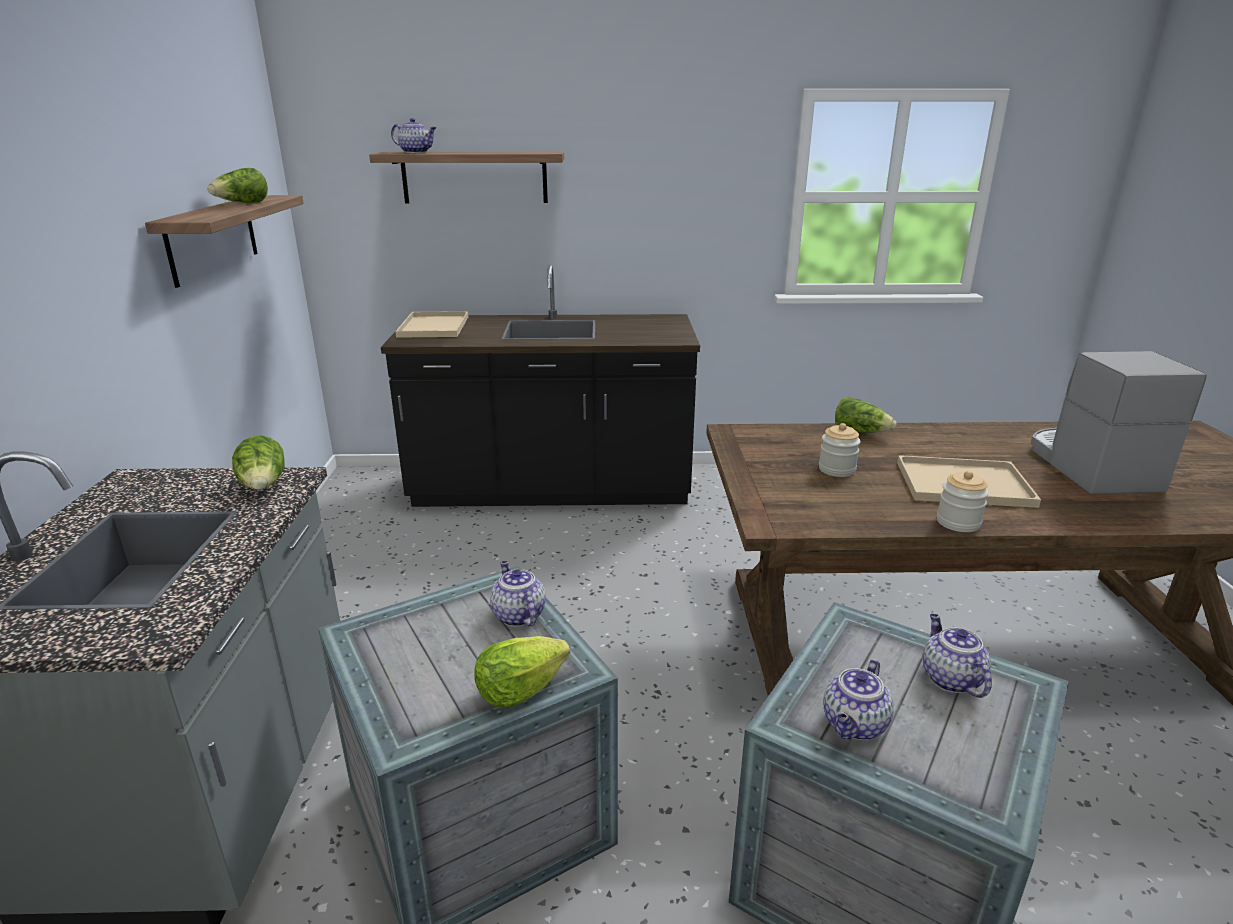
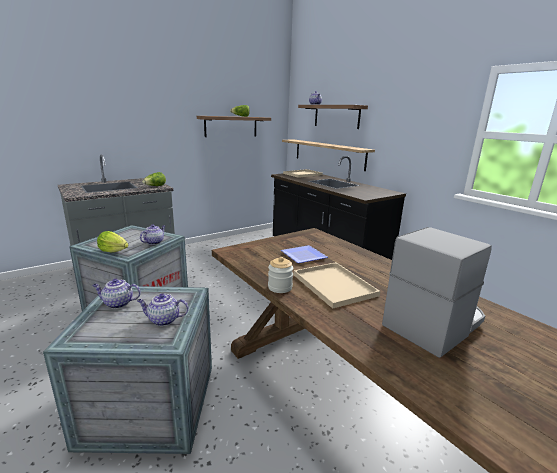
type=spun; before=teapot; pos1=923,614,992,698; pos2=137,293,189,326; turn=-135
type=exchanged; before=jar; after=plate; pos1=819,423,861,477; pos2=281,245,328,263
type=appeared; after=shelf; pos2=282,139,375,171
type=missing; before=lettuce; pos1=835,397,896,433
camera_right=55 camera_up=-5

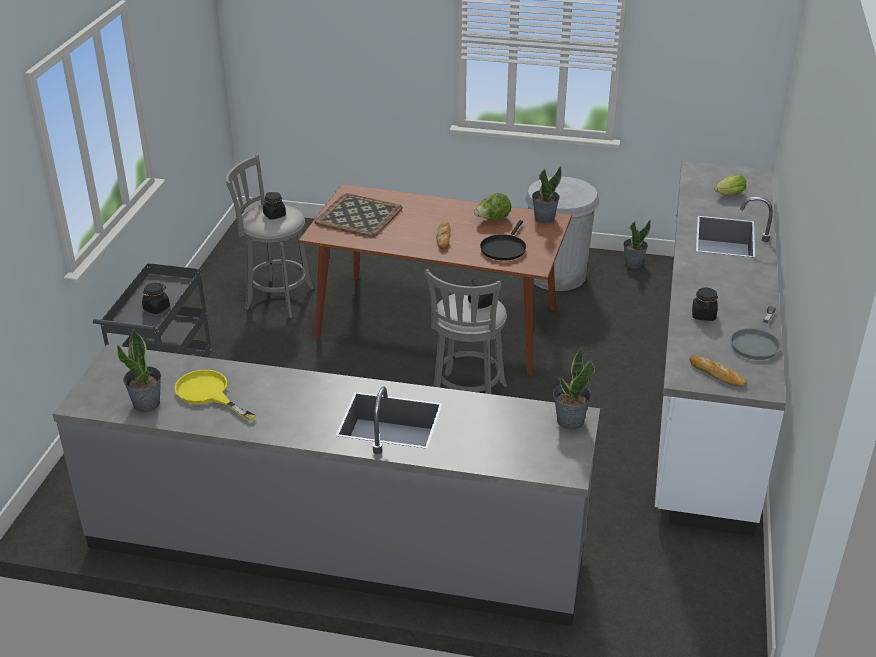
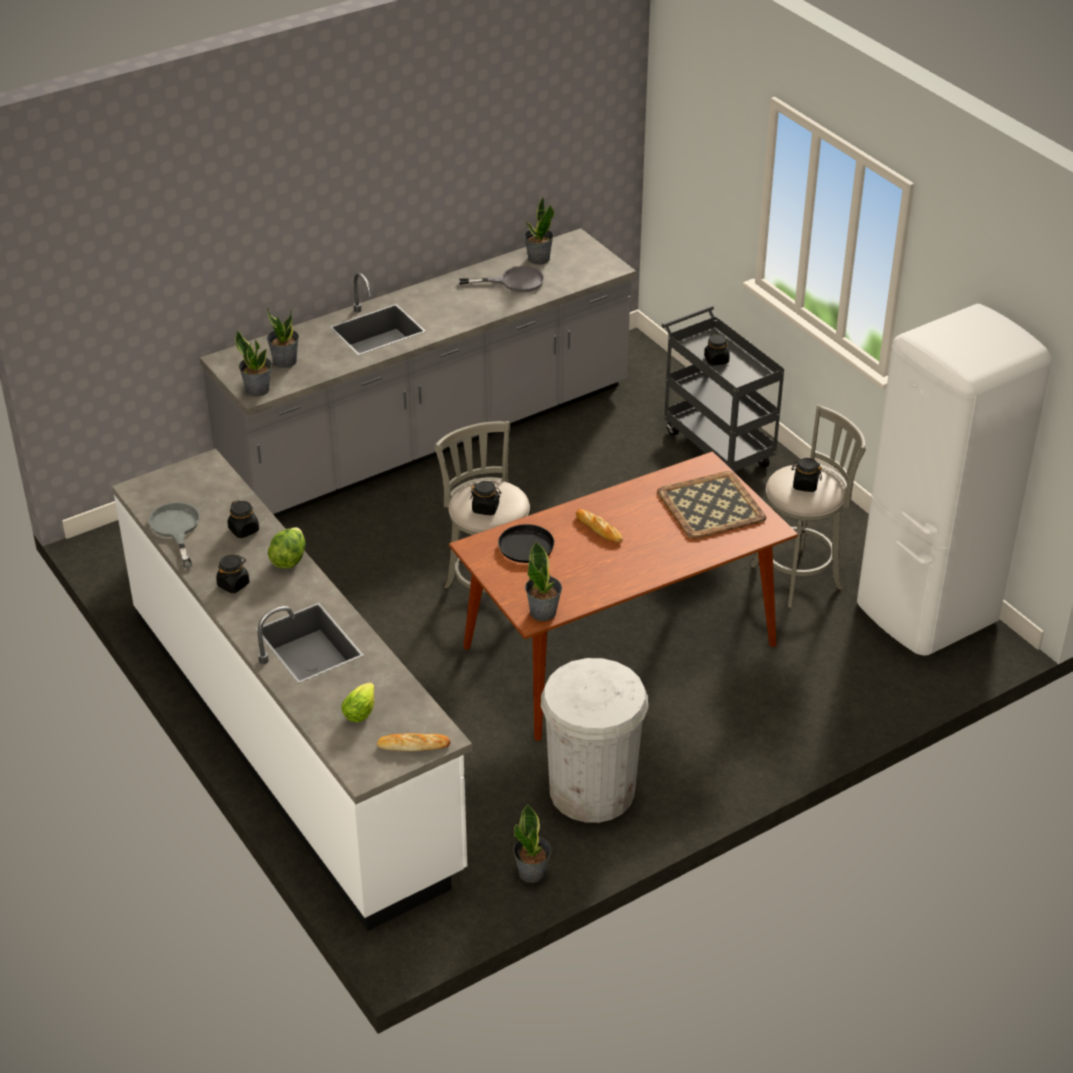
type=appeared; after=jar/black; pos2=216,555,250,593
type=appeared; after=potted plant; pos2=267,307,299,368
type=relocated; before=lettuce; pos1=474,193,511,220; pos2=268,527,306,569
type=relocated; before=bread; pos1=689,355,747,387; pos2=377,733,451,751
type=colour; before=frying pan/yellow; after=frying pan/grey; pos1=174,369,256,421; pos2=458,266,545,292
type=appeared; after=fridge/white; pos2=857,304,1051,655
camera_right=135 camera_up=5

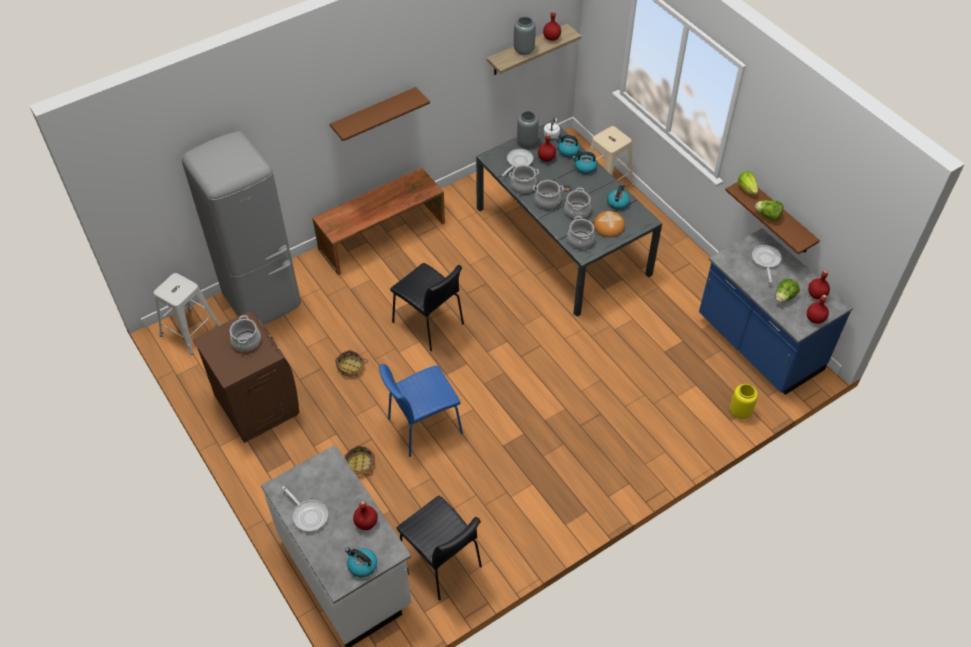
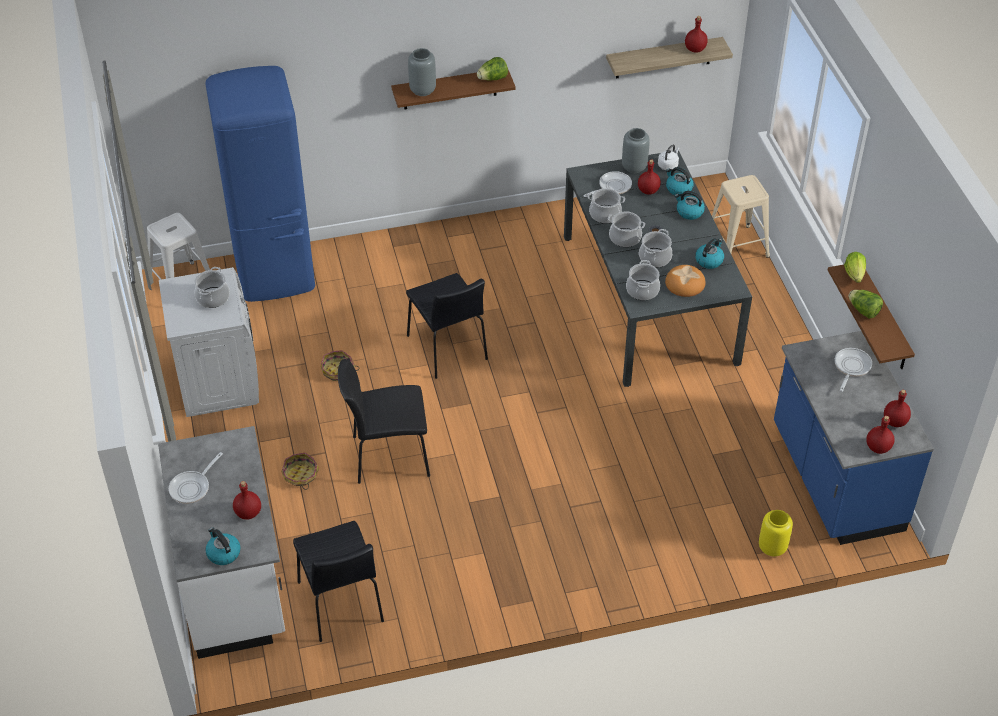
type=colour; before=washing machine/brown; after=washing machine/white; pos1=193,310,299,443; pos2=159,267,259,417
type=spun; before=frying pan; pos1=282,486,328,532; pos2=169,452,223,504; turn=60
type=colour; before=fridge/grey; after=fridge/blue; pos1=182,131,301,325; pos2=205,66,315,302
type=colour; before=chair/blue; after=chair/black; pos1=379,364,463,457; pos2=338,359,430,484
type=relocated; before=vase/grey; pos1=514,16,536,55; pos2=408,48,436,96
type=relocated; before=lettuce; pos1=775,279,800,303; pos2=477,57,508,81
type=missing; before=bench/brown; pos1=312,168,445,275
camera_right=20 camera_up=-5

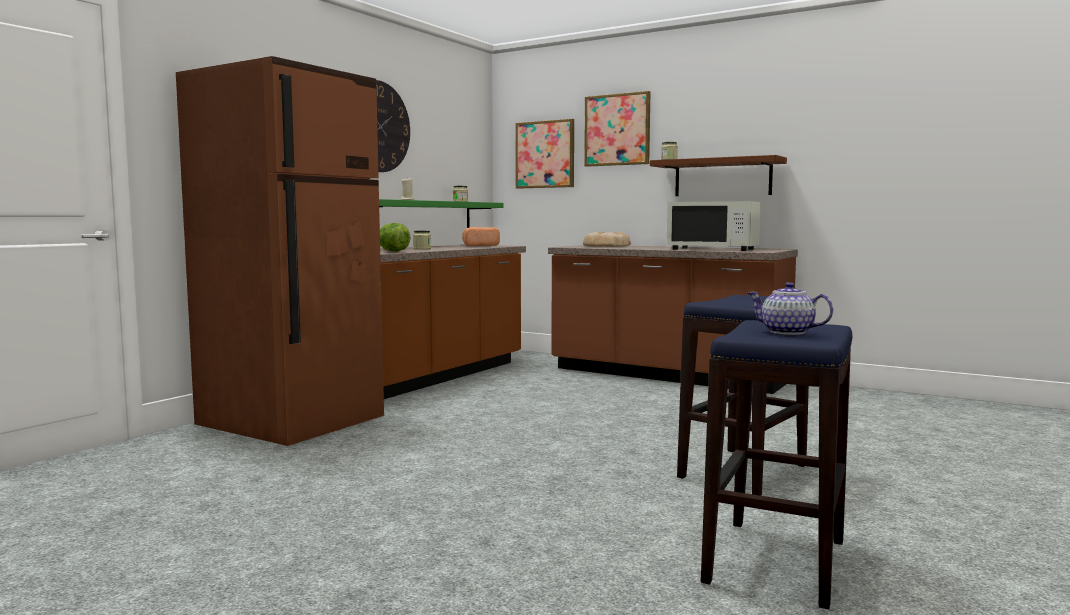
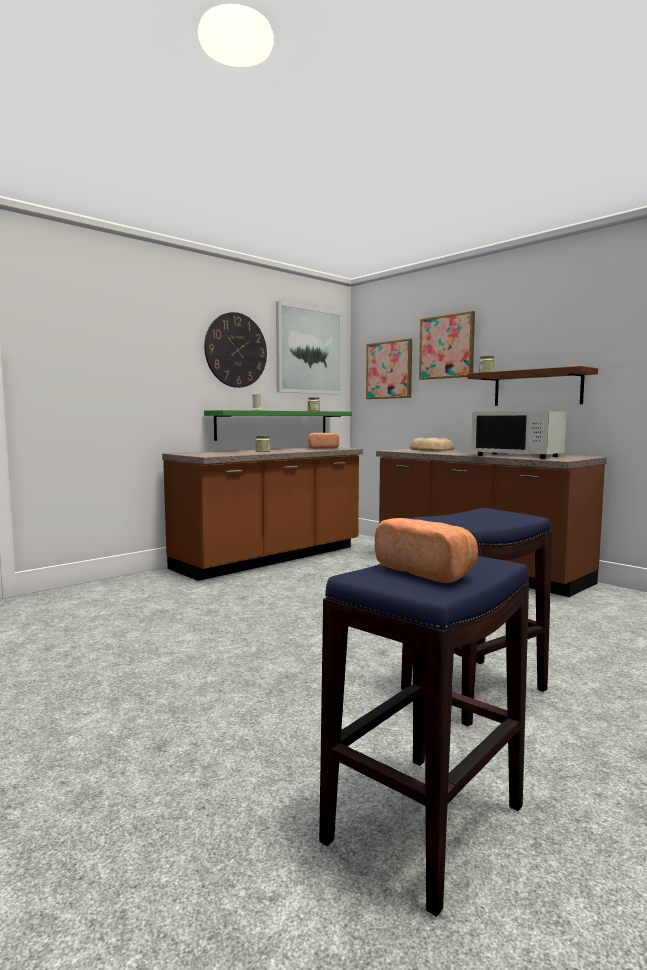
type=appeared; after=picture; pos2=276,301,342,395
type=exchanged; before=teapot; after=bread; pos1=748,282,833,335; pos2=375,518,478,583
type=missing; before=fridge/brown; pos1=176,56,384,446
type=missing; before=lettuce; pos1=380,223,410,252
camera_right=15 camera_up=0

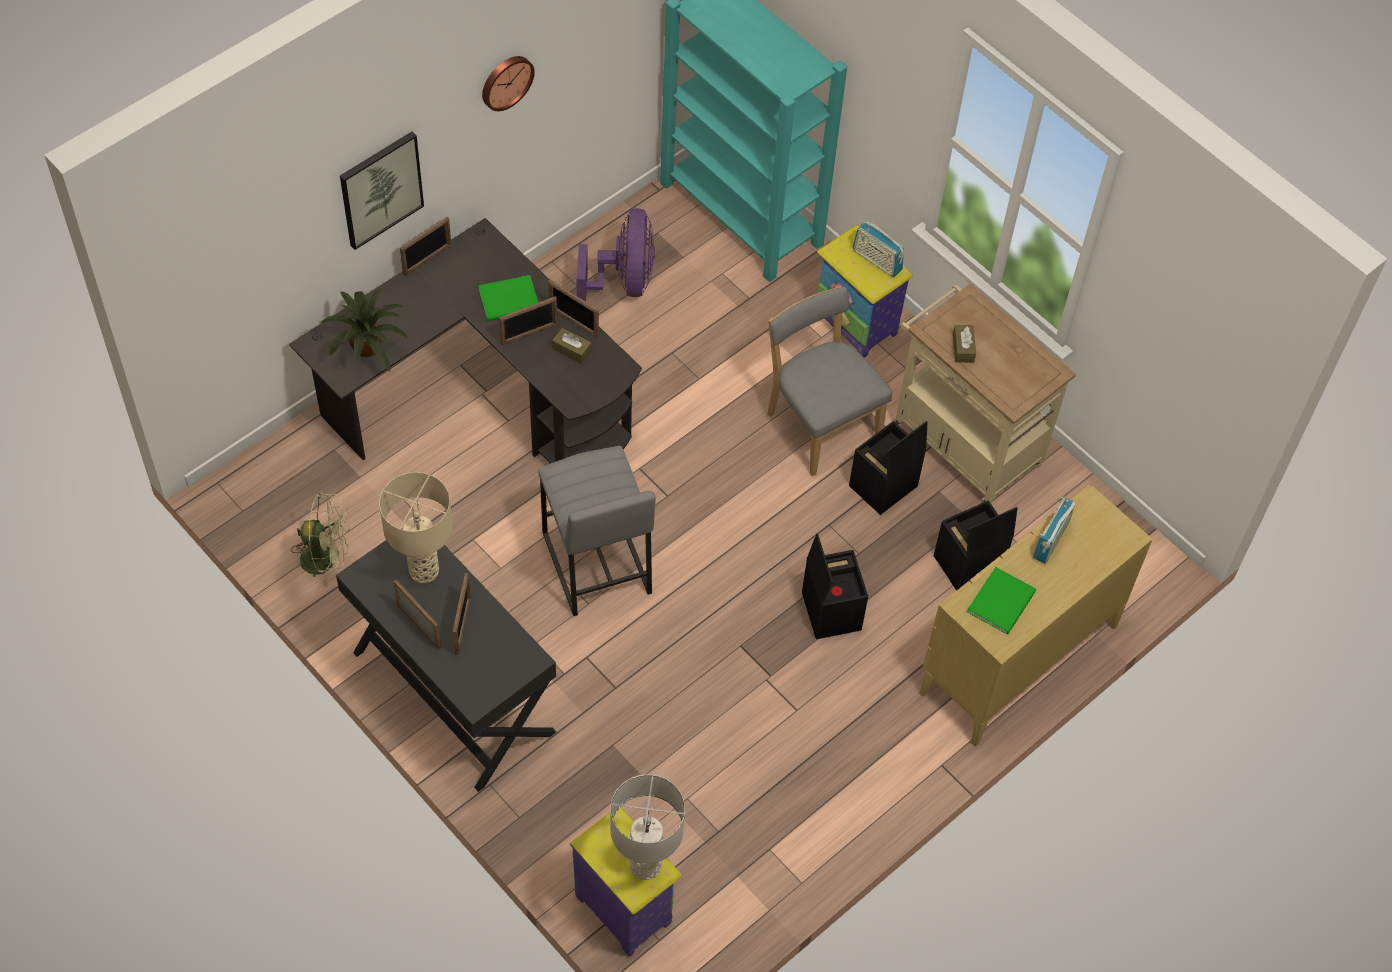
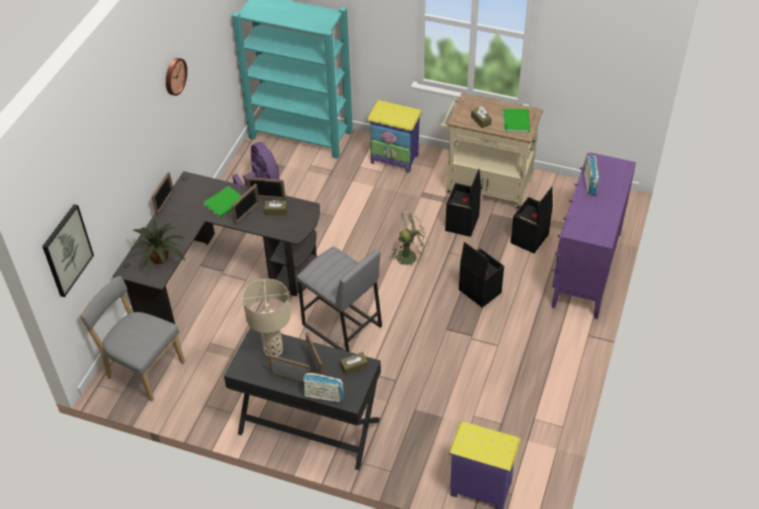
type=relocated; before=picture; pos1=340,132,424,250; pos2=42,204,94,297
type=relocated; before=chair/grey; pos1=767,286,892,476; pos2=79,276,185,401
type=relocated; before=radio; pos1=853,222,904,277; pos2=303,373,344,402
type=appeared; after=tissue box/brown; pos2=340,352,368,376
type=relocated; before=fan/green; pos1=291,493,350,587; pos2=389,210,431,267
type=relocated; before=book/green; pos1=967,567,1036,634; pos2=504,109,530,132
type=colour; before=dresser/beige; after=dresser/purple; pos1=919,485,1153,747; pos2=552,152,636,319
type=missing; before=table lamp/white; pos1=610,774,685,880
camera_right=-25 camera_up=-10

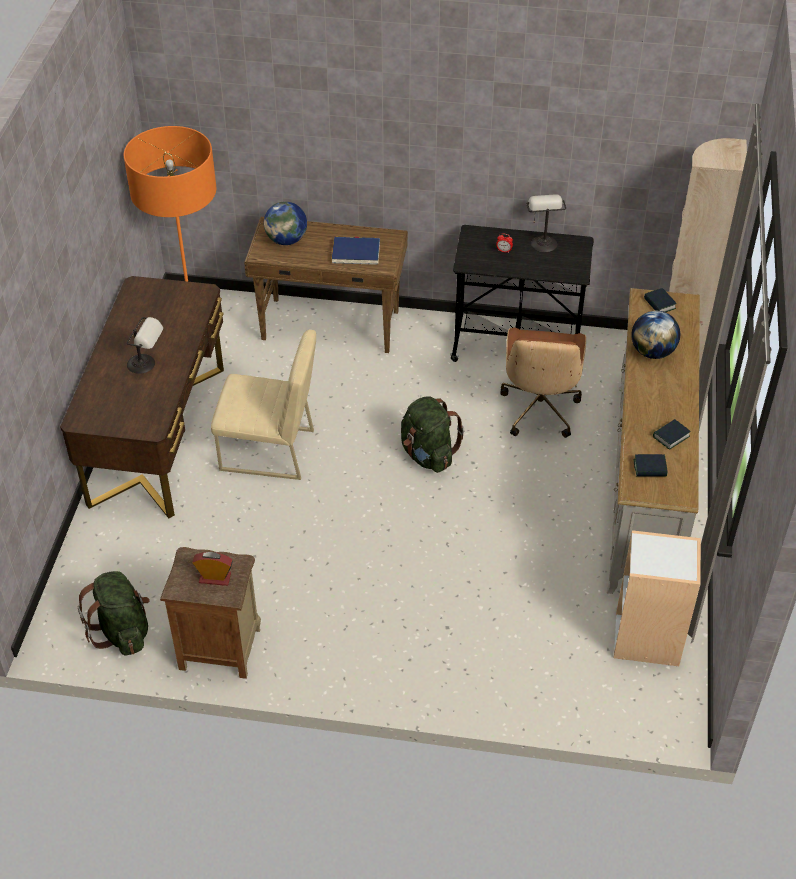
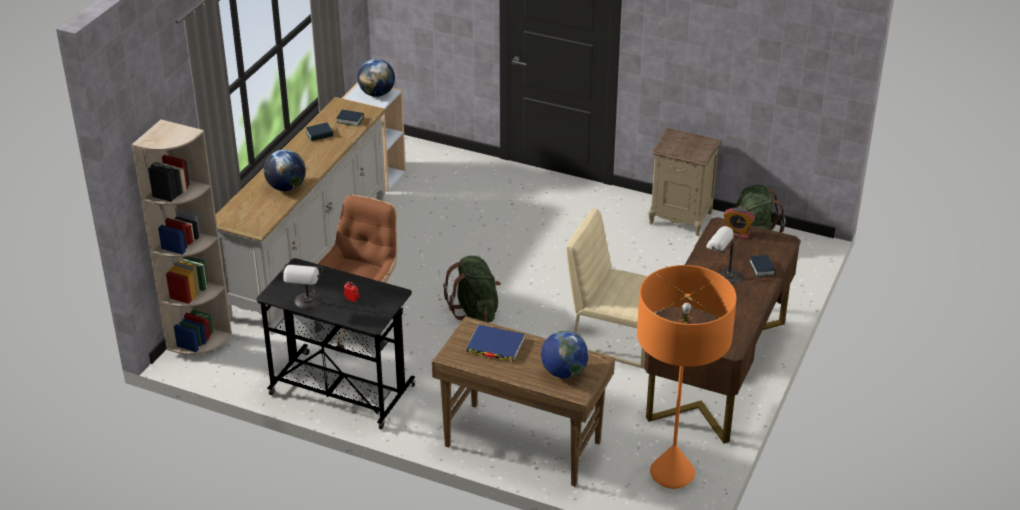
type=appeared; after=globe; pos2=357,59,395,97
type=relocated; before=alarm clock; pos1=192,552,233,586; pos2=724,207,755,239
type=relocated; before=book; pos1=644,288,677,312; pos2=749,255,776,277
camera_right=-165 camera_up=-10

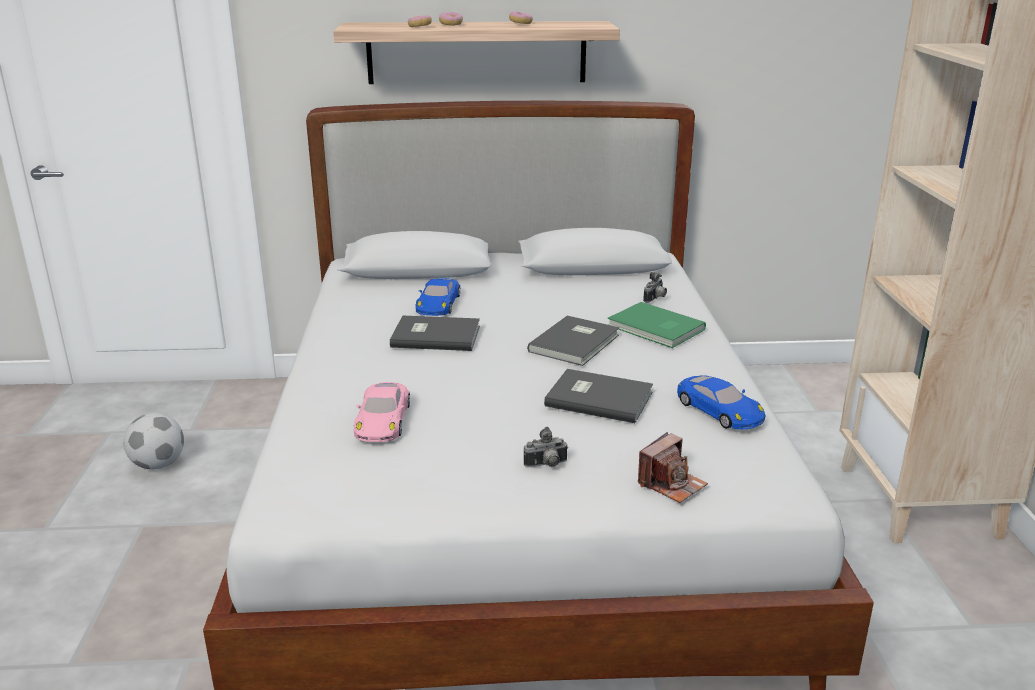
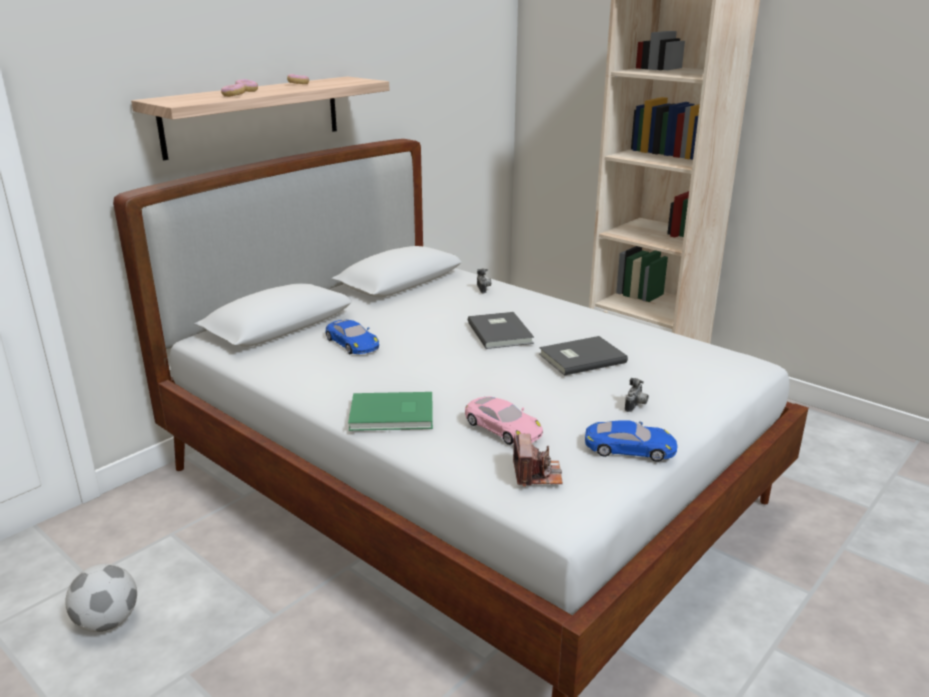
type=relocated; before=book/green; pos1=607,302,706,348; pos2=348,392,433,431
type=relocated; before=photo camera; pos1=638,432,708,503; pos2=513,433,563,487
type=relocated; before=toy car/blue; pos1=677,375,765,430; pos2=585,420,677,462
type=missing; before=book/grey; pos1=390,315,480,351
camera_right=-45 camera_up=0

